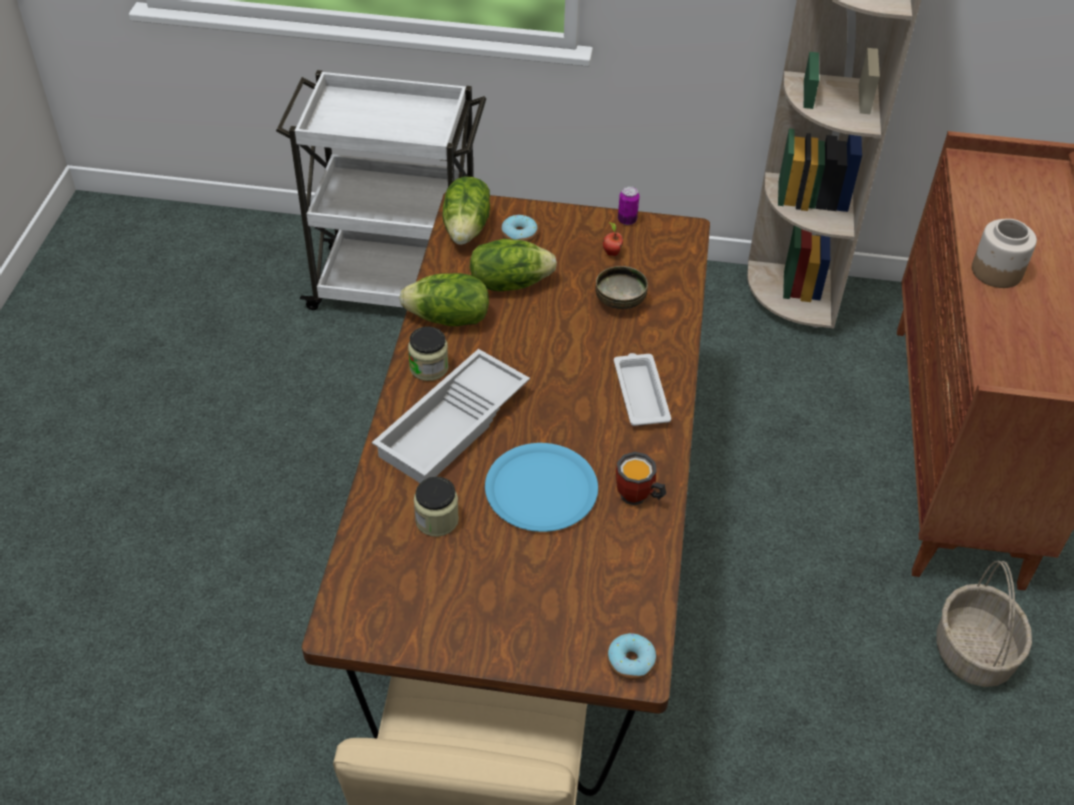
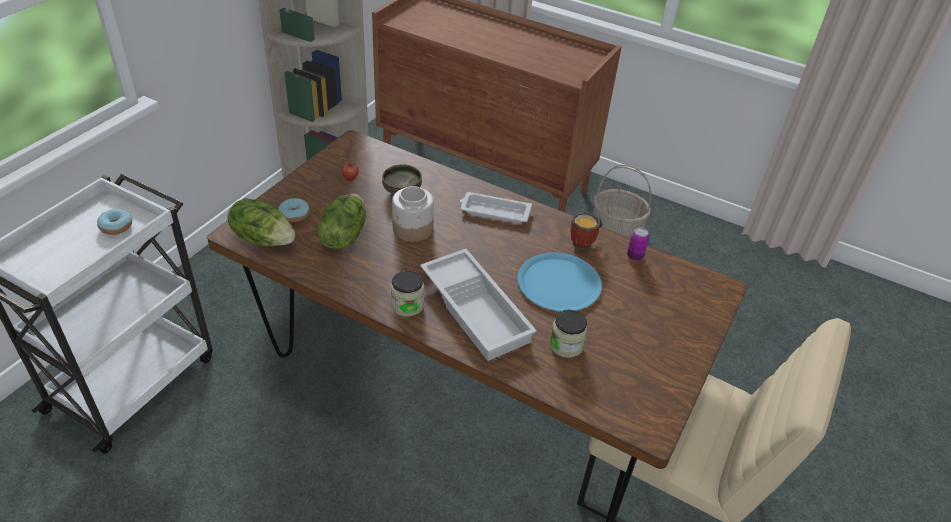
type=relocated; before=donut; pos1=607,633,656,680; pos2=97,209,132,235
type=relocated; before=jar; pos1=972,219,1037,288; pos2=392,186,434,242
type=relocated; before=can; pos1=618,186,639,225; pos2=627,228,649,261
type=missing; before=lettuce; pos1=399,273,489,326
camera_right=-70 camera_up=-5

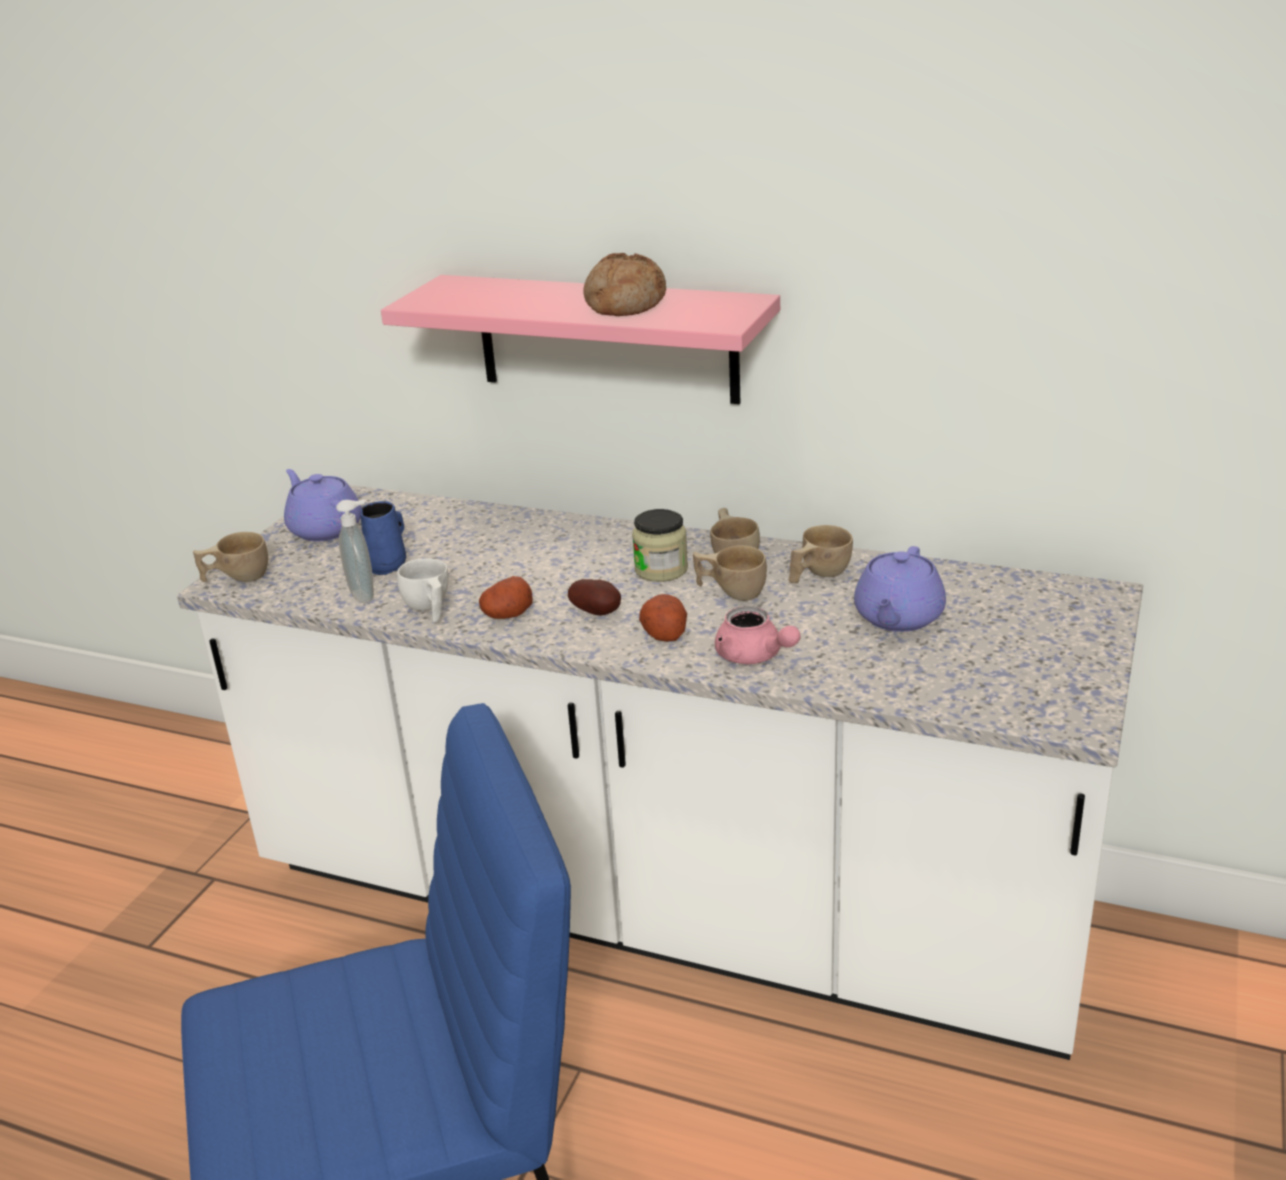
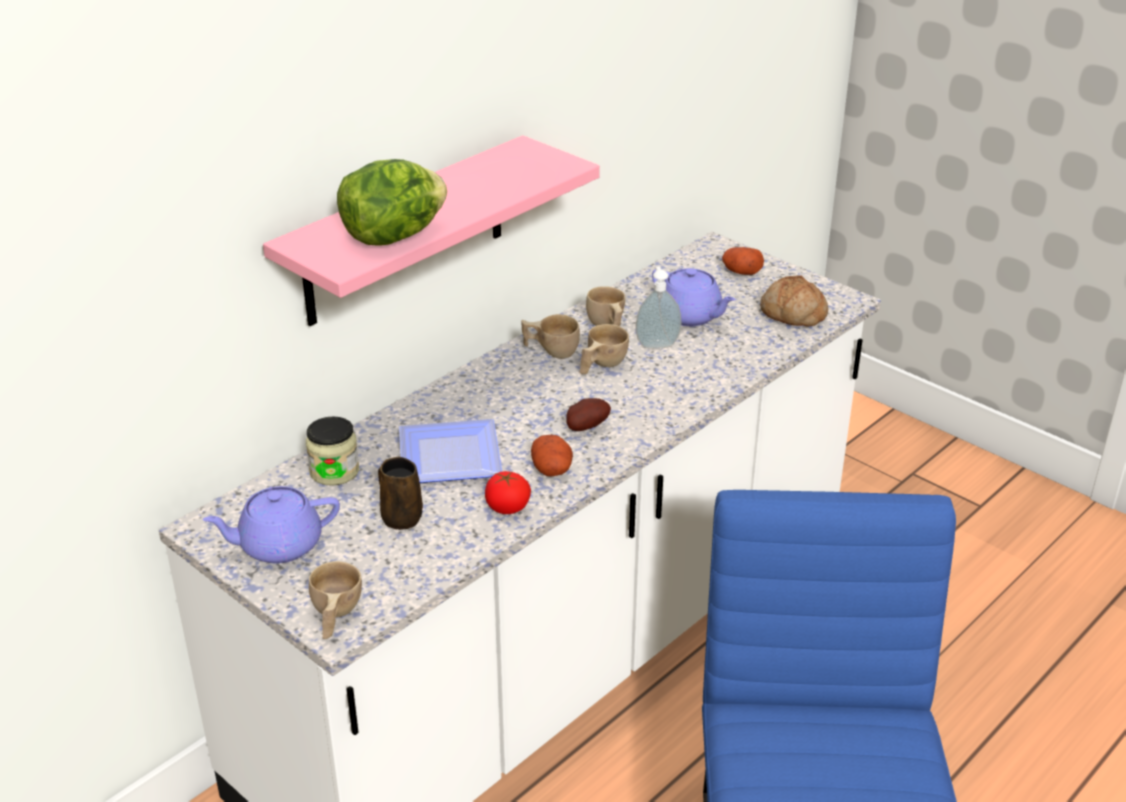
type=relocated; before=jar; pos1=632,509,688,582; pos2=306,416,359,486
type=appeared; after=lettuce; pos2=337,159,447,246
type=colour; before=mug/blue; after=mug/brown; pos1=360,501,406,575; pos2=378,457,423,530
type=appeared; after=plate; pos2=399,419,502,483
type=exchanged; before=cup/white; after=tomato; pos1=397,558,448,623; pos2=485,471,531,514
type=relocated; before=soap dispenser; pos1=336,499,374,603; pos2=636,267,681,349
type=relocated; before=potato; pos1=639,594,687,642; pos2=722,247,764,275
type=relocated; before=bread; pos1=584,253,666,316; pos2=760,275,828,326
type=missing; before=teapot/pink; pos1=715,606,801,664
camera_right=-70 camera_up=5

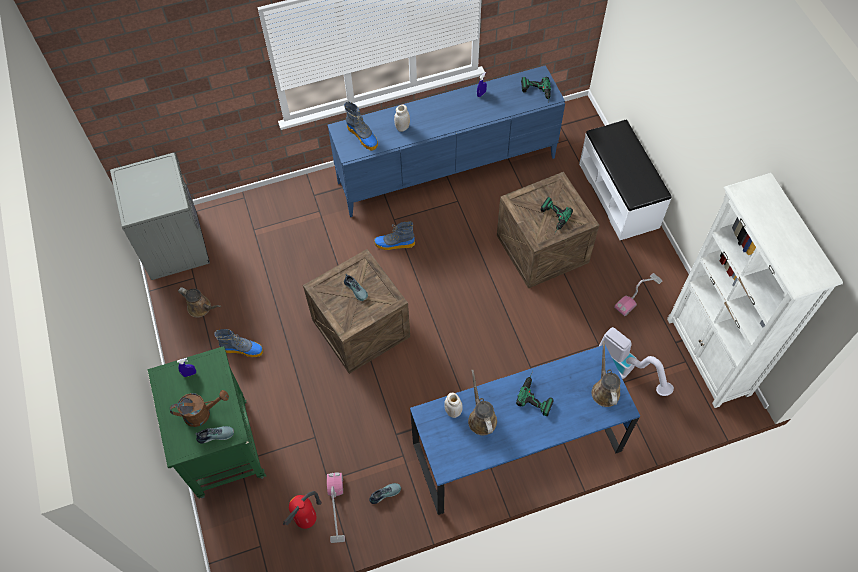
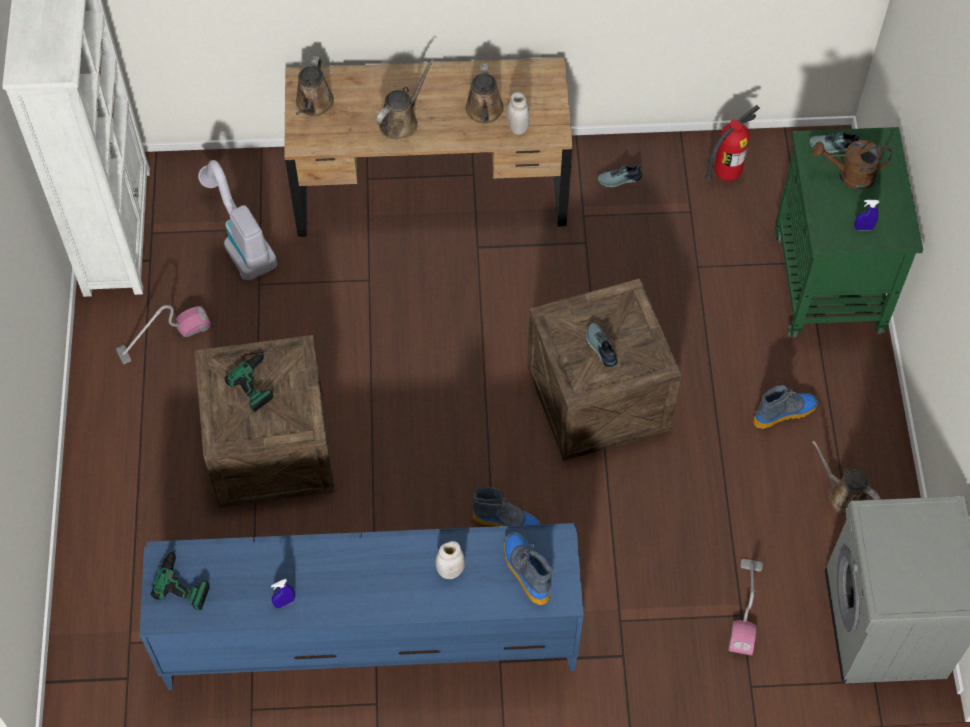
type=colour; before=desk/blue; after=desk/brown; pos1=410,345,640,515; pos2=284,57,572,237
type=exchanged; before=power drill; after=watering can/brown; pos1=516,371,553,416; pos2=376,59,434,140
type=relocated; before=vacuum cleaner; pos1=327,473,345,543; pos2=728,559,763,656
type=spun; before=boot; pos1=214,329,264,357; pos2=753,385,818,429; turn=135
type=missing; before=bench/white; pos1=579,120,672,240
camera_right=-165 camera_up=0

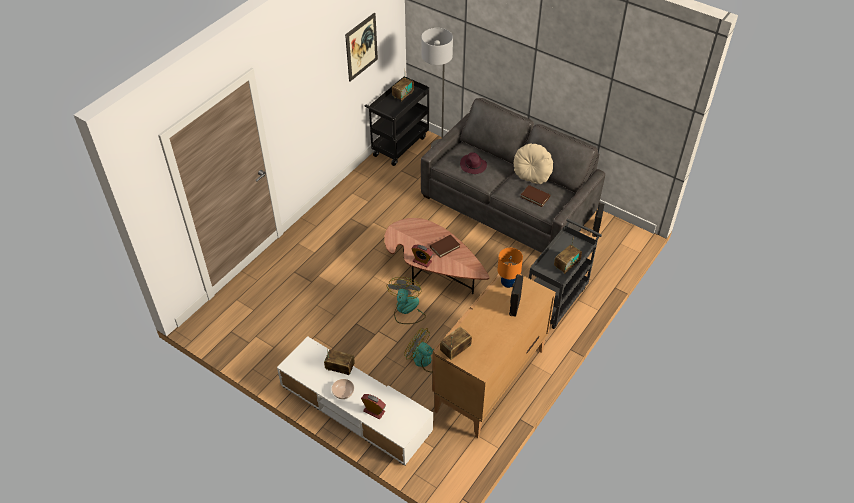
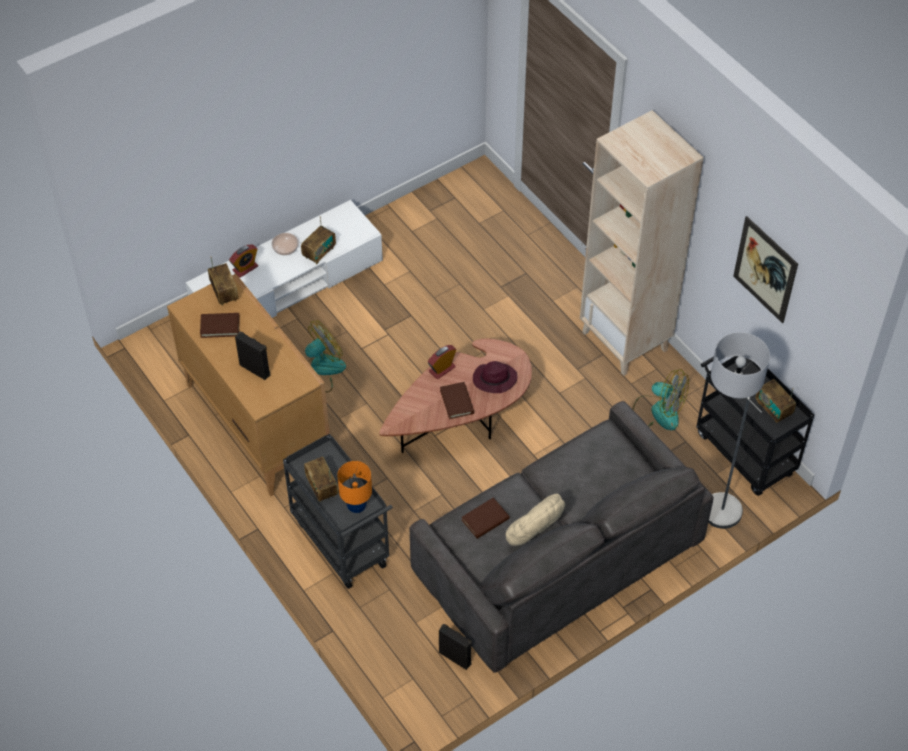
type=appeared; after=book/brown; pos2=200,313,240,338
type=relocated; before=table lamp/orange; pos1=497,248,523,288; pos2=337,461,372,513
type=relocated; before=hat/purple; pos1=460,153,487,174; pos2=473,361,518,393
type=appeared; after=bookcase/beige; pos2=580,110,704,376
type=relocated; before=fan; pos1=387,277,426,324; pos2=632,369,689,430
camera_right=110 camera_up=5

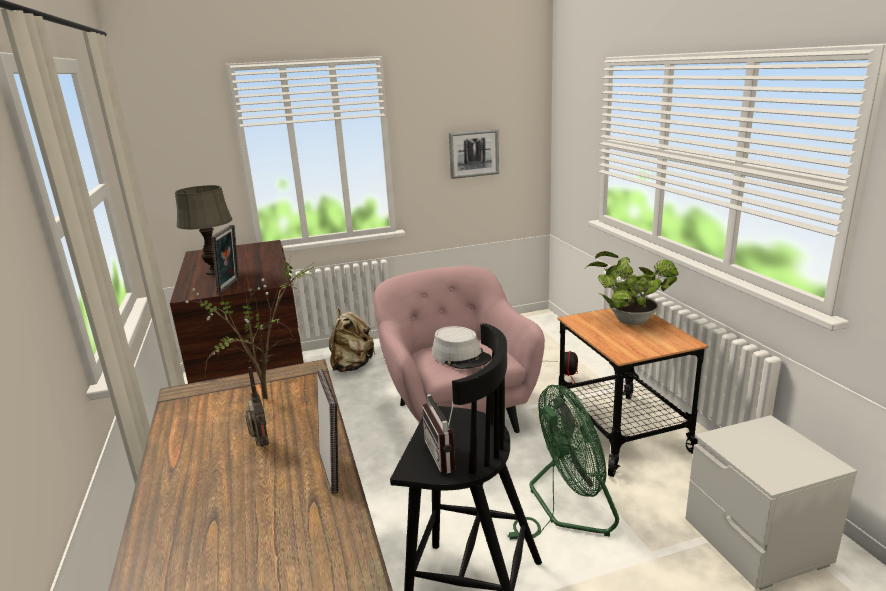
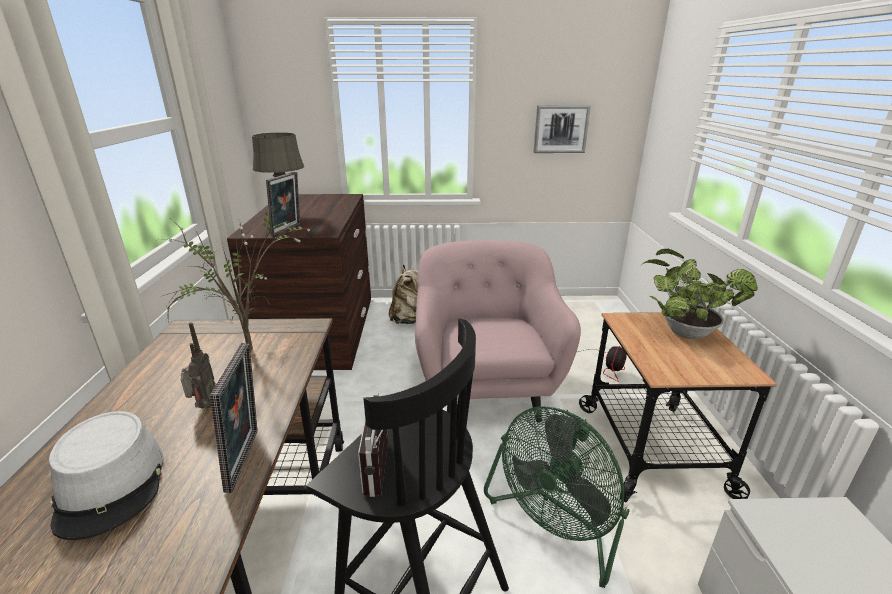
type=relocated; before=hat/grey; pos1=432,326,492,369; pos2=49,411,164,540
type=spun; before=fan/green; pos1=506,385,619,540; pos2=484,407,630,588; turn=135
camera_right=15 camera_up=5

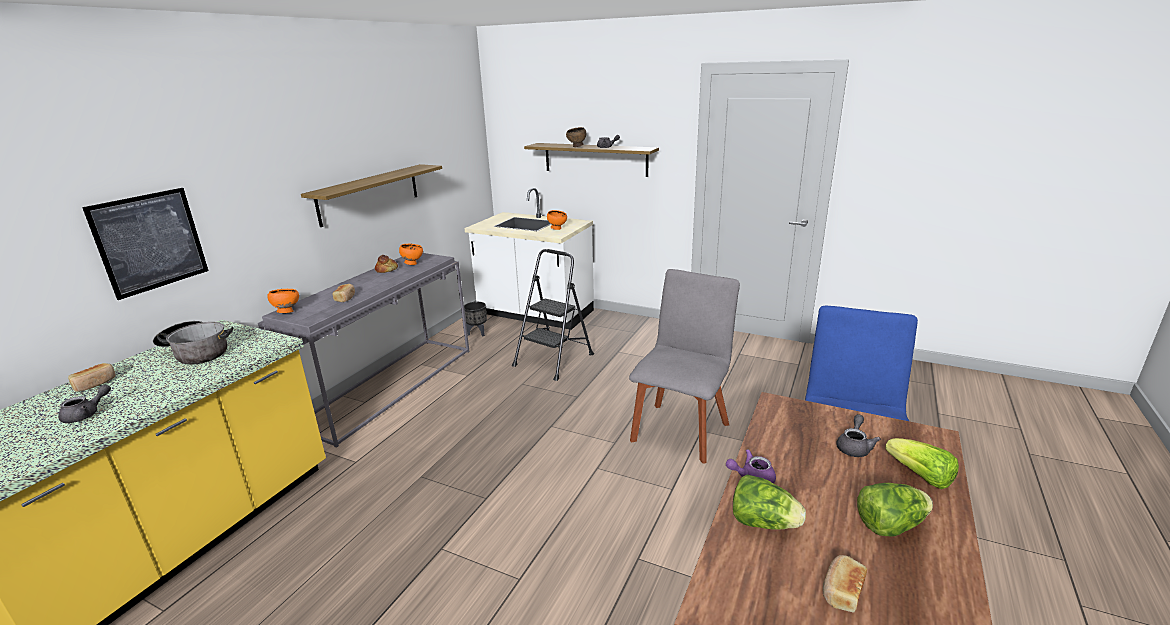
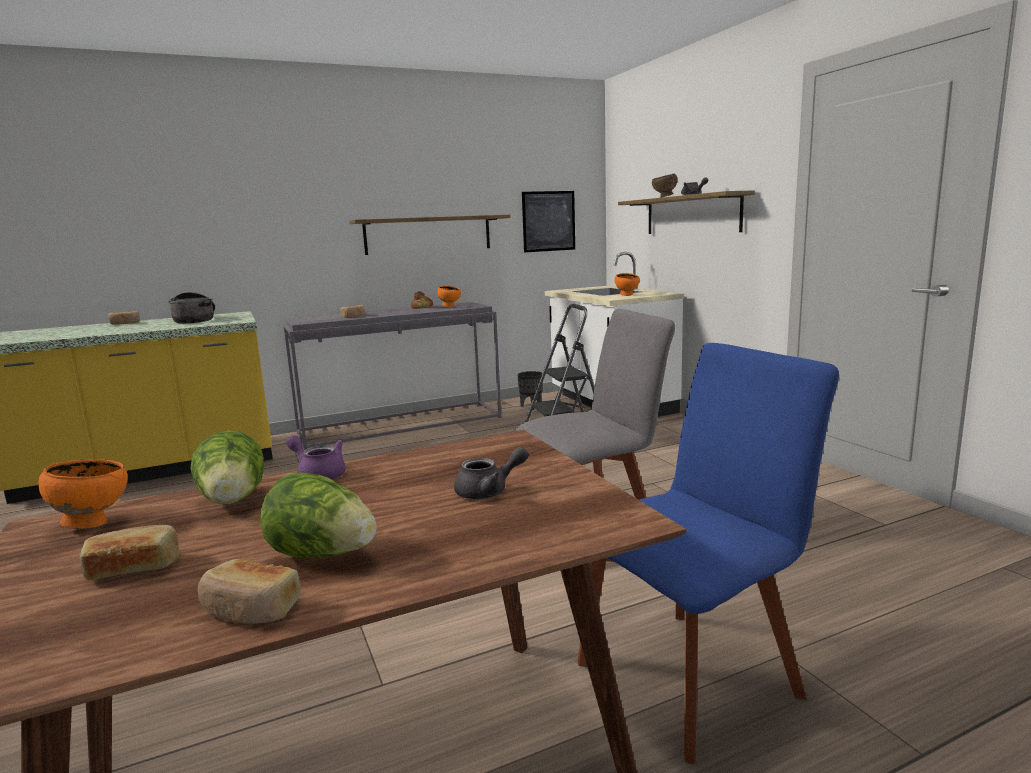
type=relocated; before=bowl/orange; pos1=267,289,299,313; pos2=39,459,128,529
type=appeared; after=bread; pos2=198,559,301,624
type=relocated; before=picture; pos1=82,188,209,300; pos2=522,191,575,252
type=missing; before=teapot/grey; pos1=58,385,111,423
type=missing; before=lettuce; pos1=885,438,959,489
camera_right=40 camera_up=-10

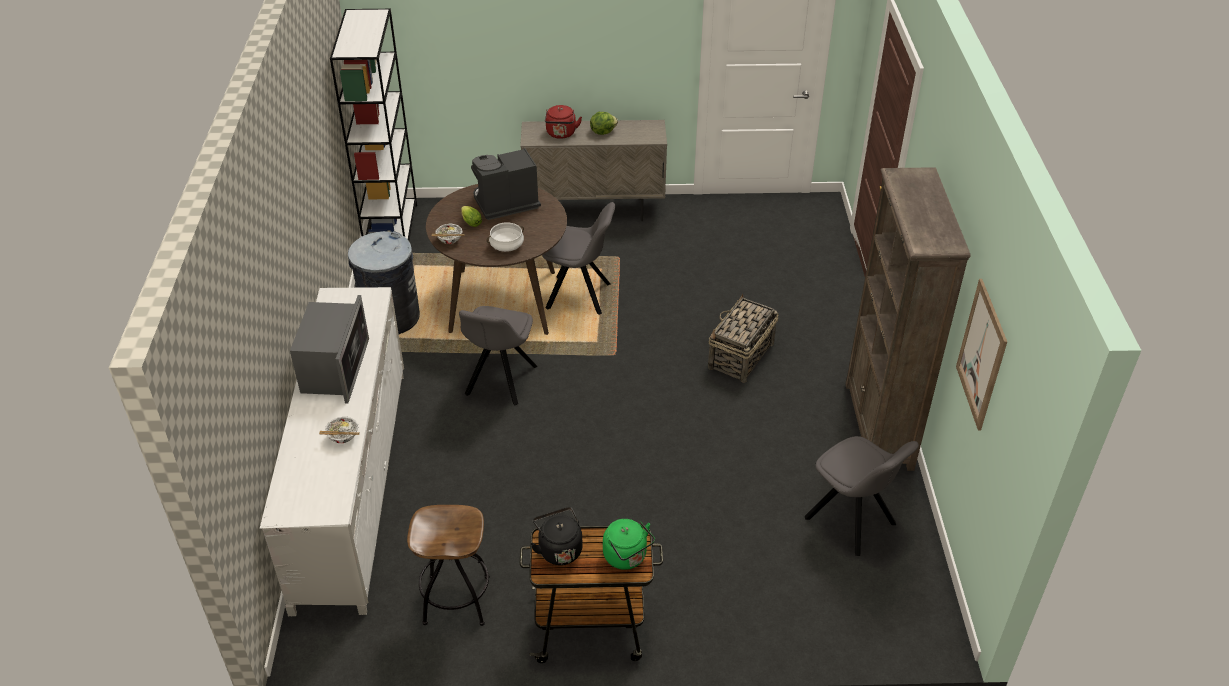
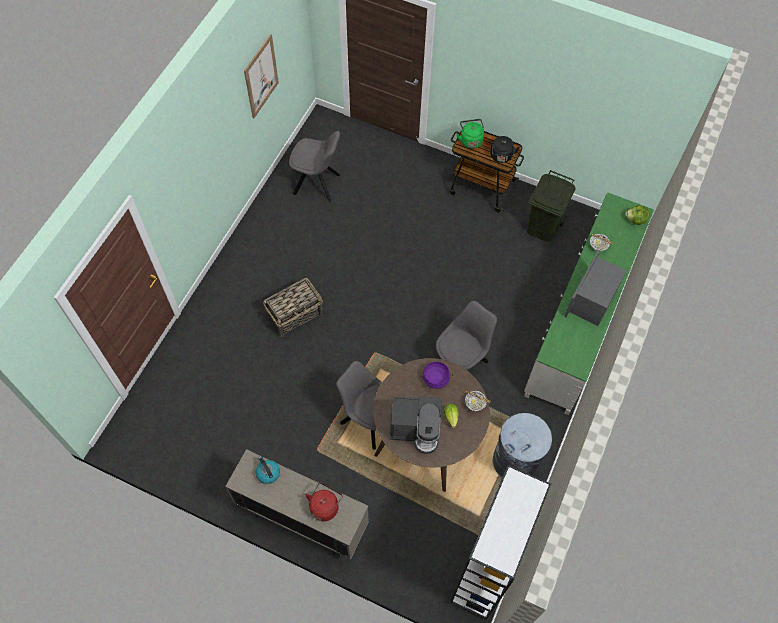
type=appeared; after=kettle; pos2=256,456,280,484
type=spun; before=chair/grey; pos1=805,436,919,556; pos2=289,131,340,202; turn=120
type=colour; before=cooking pot/white; after=cooking pot/purple; pos1=487,222,524,252; pos2=420,361,453,389
type=colour; before=cabinet/white; after=cabinet/green; pos1=260,287,404,616; pos2=524,192,654,415
type=exchanged; before=stool/brown; after=trash can/green; pos1=407,505,490,626; pos2=527,170,575,242
type=relocated; before=lettuce; pos1=590,112,618,135; pos2=625,205,649,225
type=missing; before=bookcase/brown; pos1=845,167,970,471
camera_right=-155 camera_up=20

